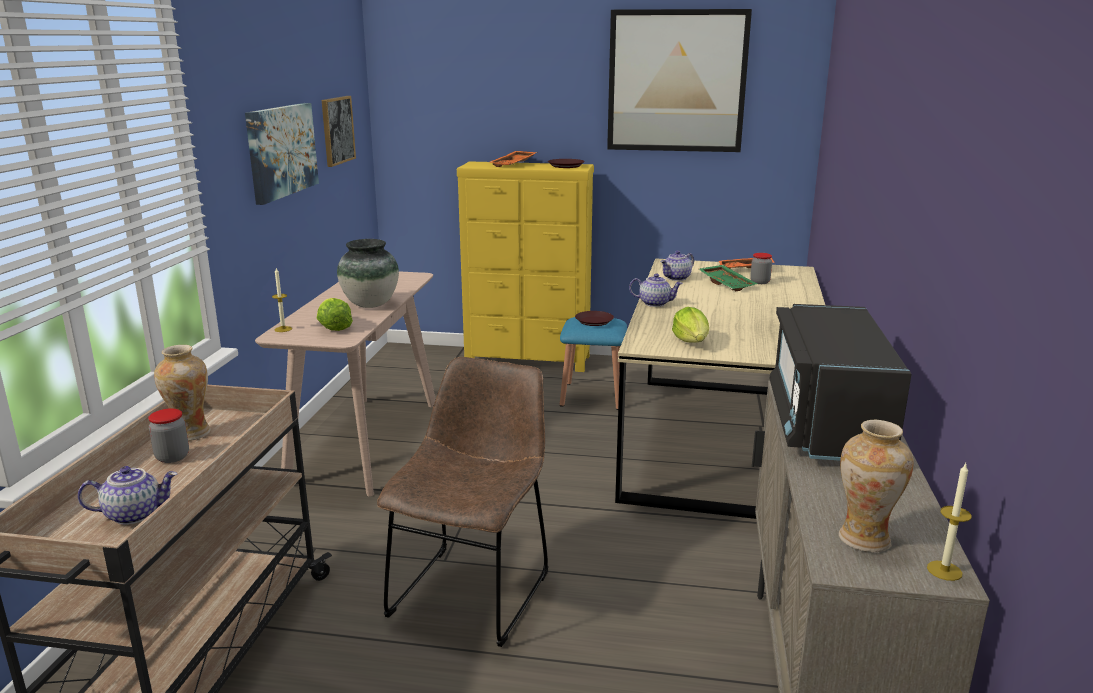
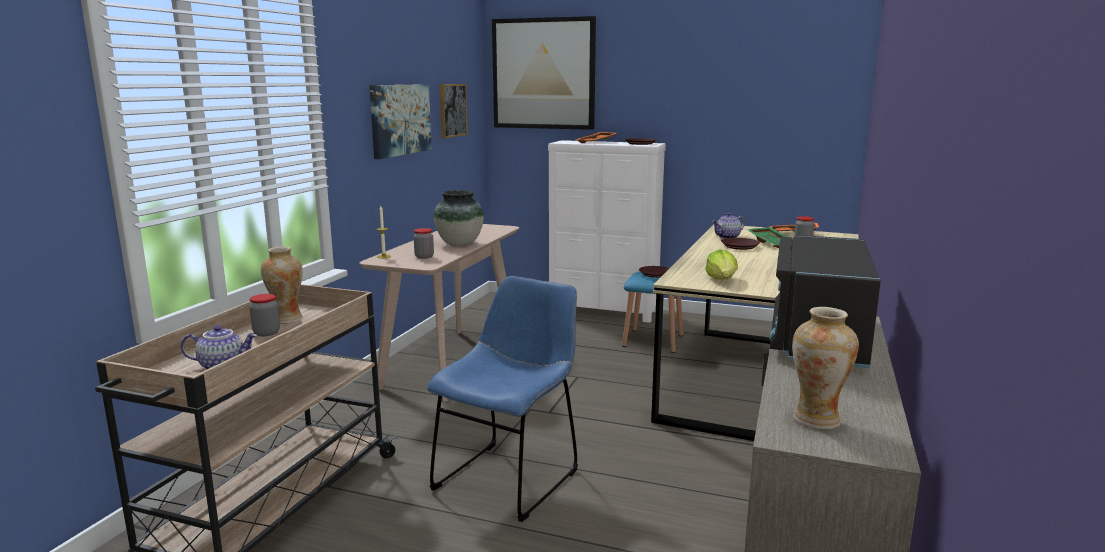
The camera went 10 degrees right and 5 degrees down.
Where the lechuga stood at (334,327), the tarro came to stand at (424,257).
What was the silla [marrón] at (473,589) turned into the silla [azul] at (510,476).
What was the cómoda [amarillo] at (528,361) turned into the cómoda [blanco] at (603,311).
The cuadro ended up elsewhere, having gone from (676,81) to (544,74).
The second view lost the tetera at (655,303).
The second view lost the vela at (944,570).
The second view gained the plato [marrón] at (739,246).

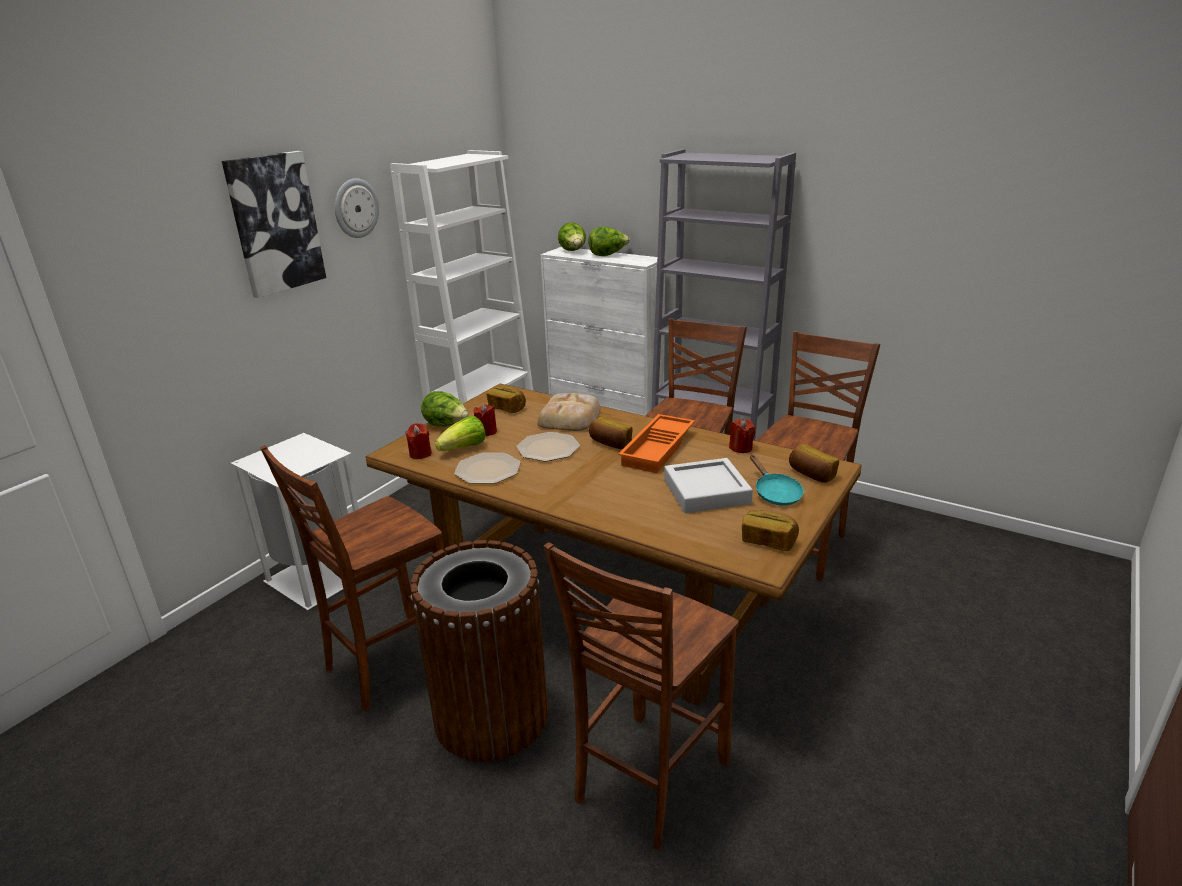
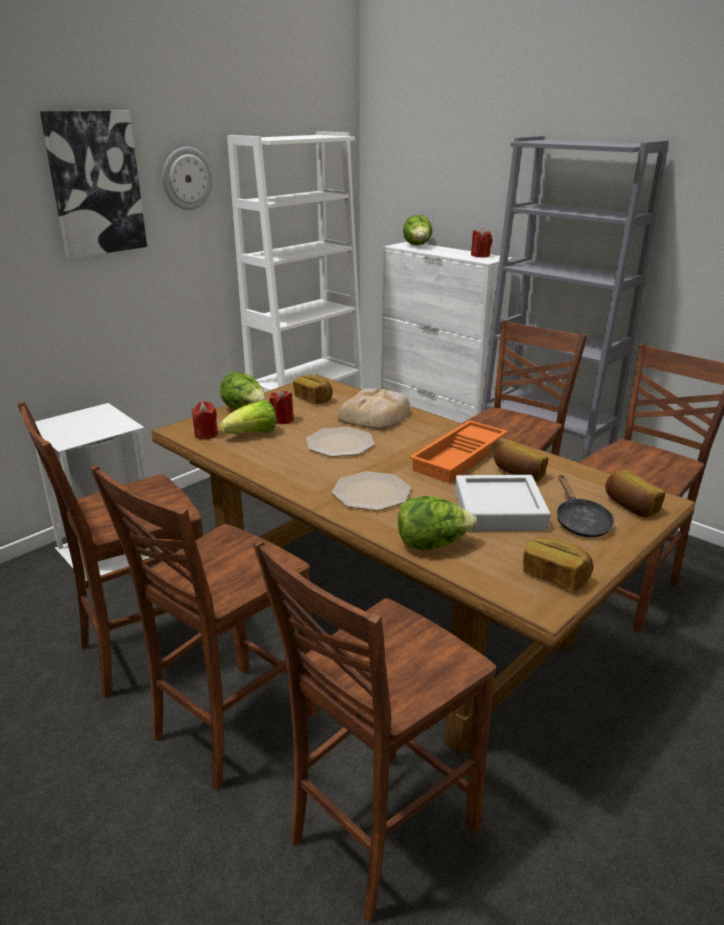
The camera went 10 degrees right and 0 degrees up.
Where the papelera [marrón] stood at (491,716), the silla [marrón] came to stand at (230,725).
The plato ended up elsewhere, having gone from (488,469) to (371,492).
The lechuga ended up elsewhere, having gone from (608,255) to (432,544).
The pan ended up elsewhere, having gone from (610,443) to (518,474).
The vela [rojo] ended up elsewhere, having gone from (741,448) to (480,255).
What was the sartén [turquesa] at (775,493) turned into the sartén [negro] at (580,522).

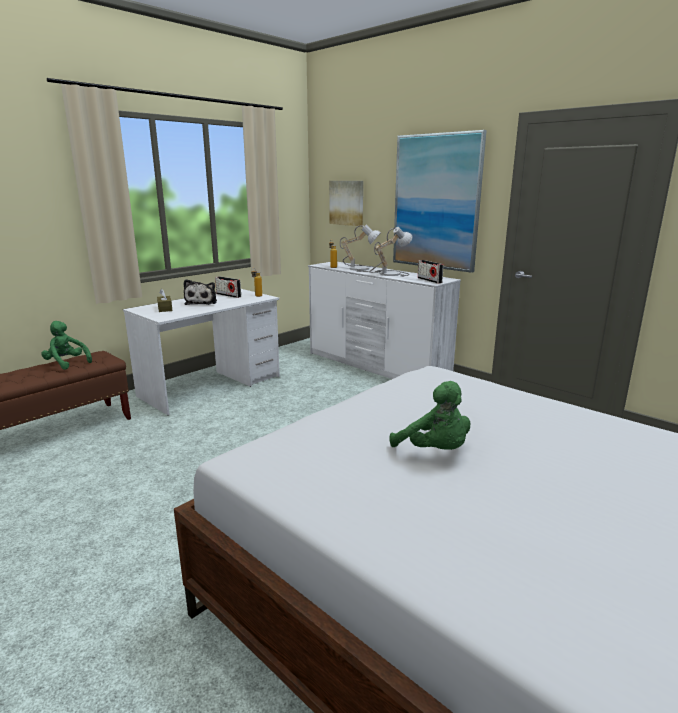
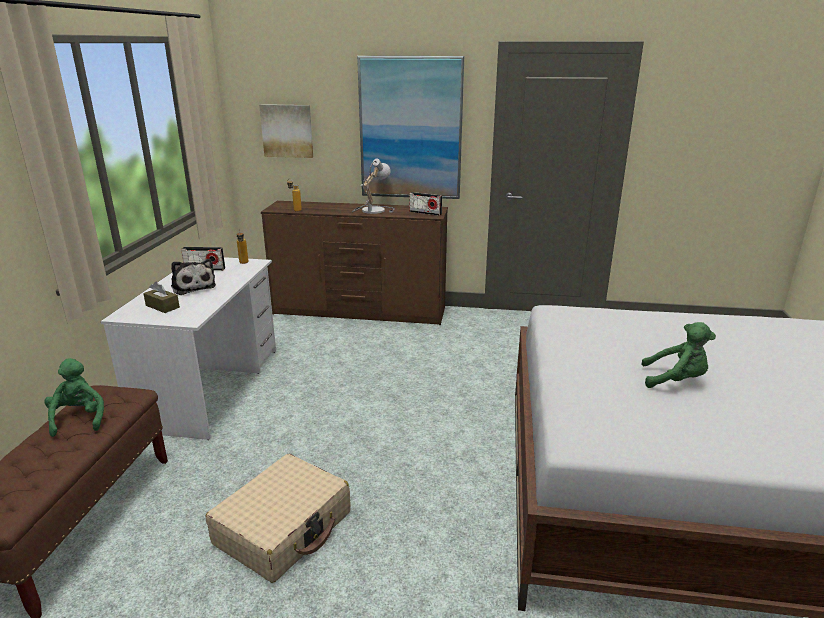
The camera went 35 degrees left and 5 degrees up.
The peluche [verde] at (67,363) ended up facing another way, 75 degrees clockwise from before.
What was the cómoda [blanco] at (376,366) turned into the cómoda [marrón] at (360,311).
The second view lost the lámpara de mesa at (361,268).
The second view gained the maleta [beis] at (284,528).

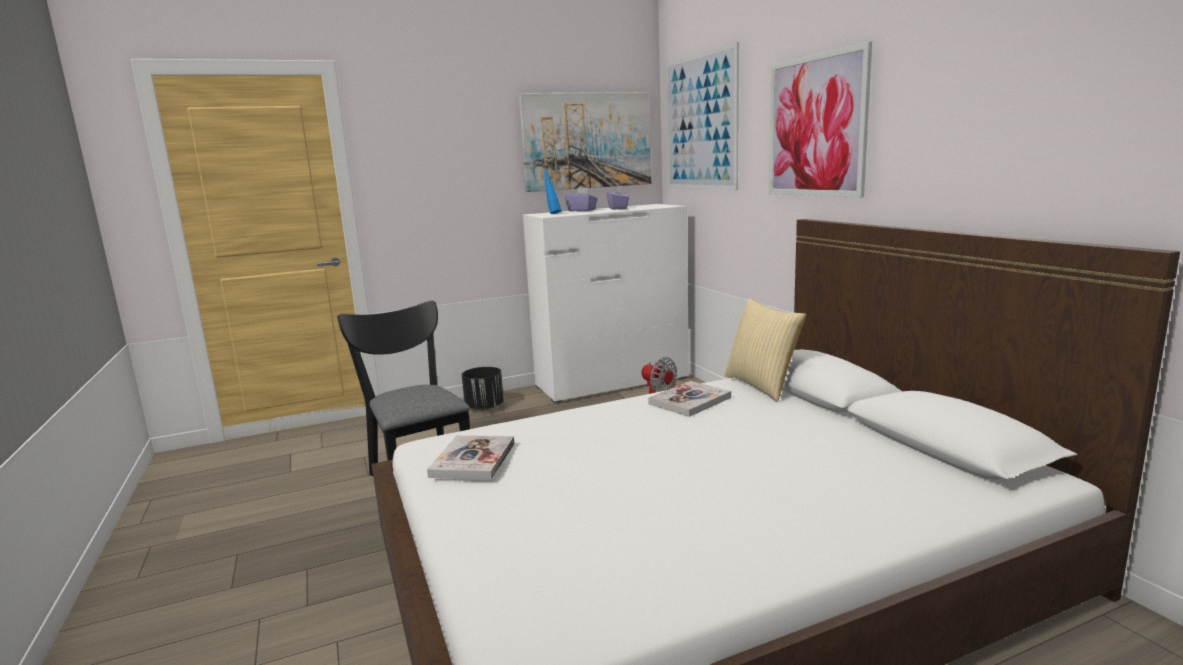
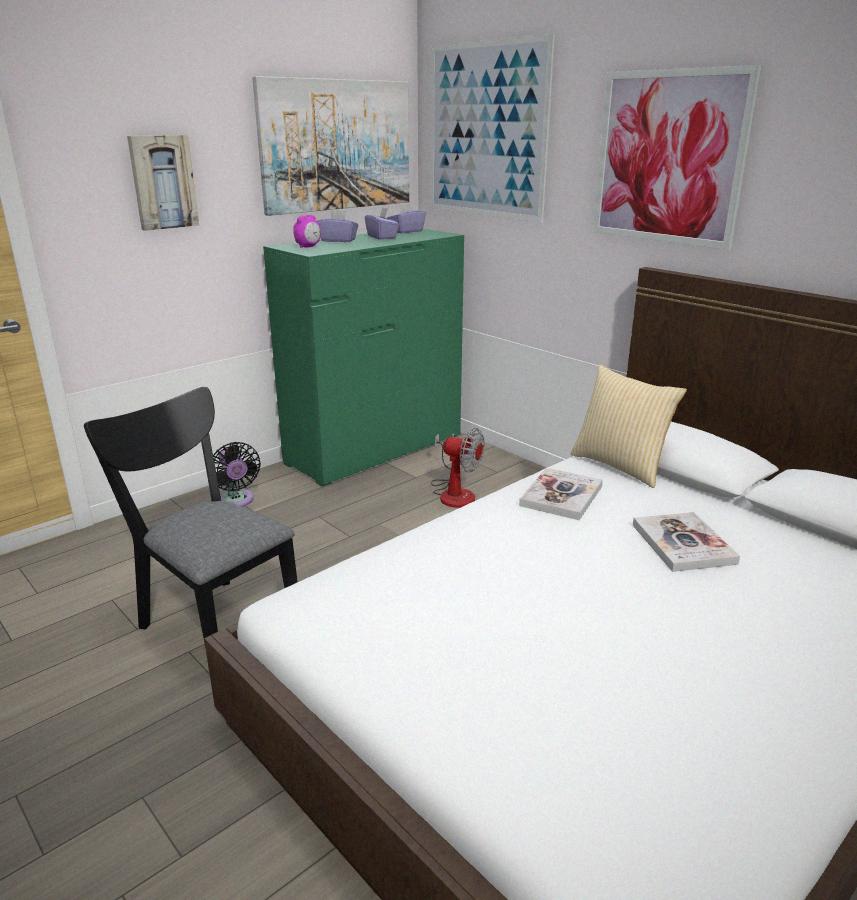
The camera went 20 degrees left and 10 degrees up.
The libro ended up elsewhere, having gone from (473,460) to (683,544).
Where the maceta [negro] stood at (485,407), the ventilador [negro] came to stand at (235,501).
What was the cómoda [blanco] at (612,382) turned into the cómoda [verde] at (375,450).
Where the botella [azul] stood at (552,214), the despertador came to stand at (308,247).
The second view gained the cuadro at (162,182).
The second view gained the caja de pañuelos [morado] at (406,231).

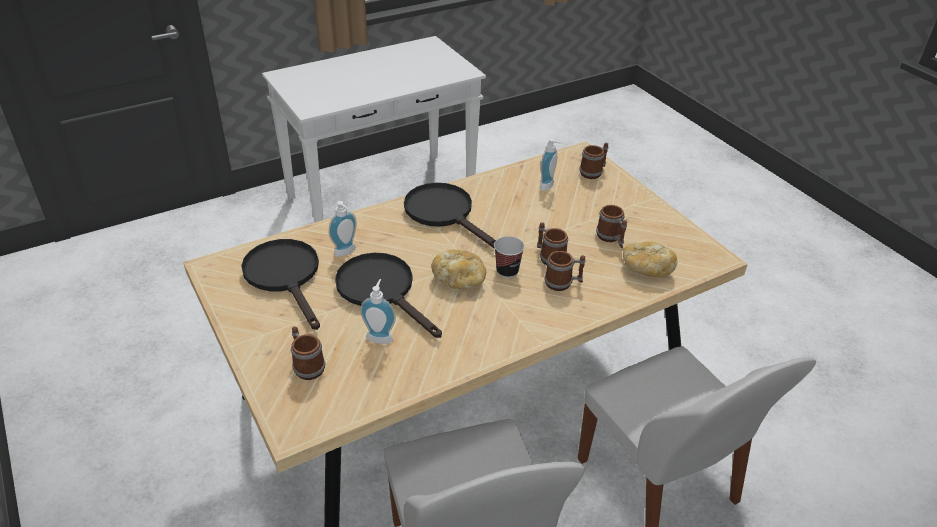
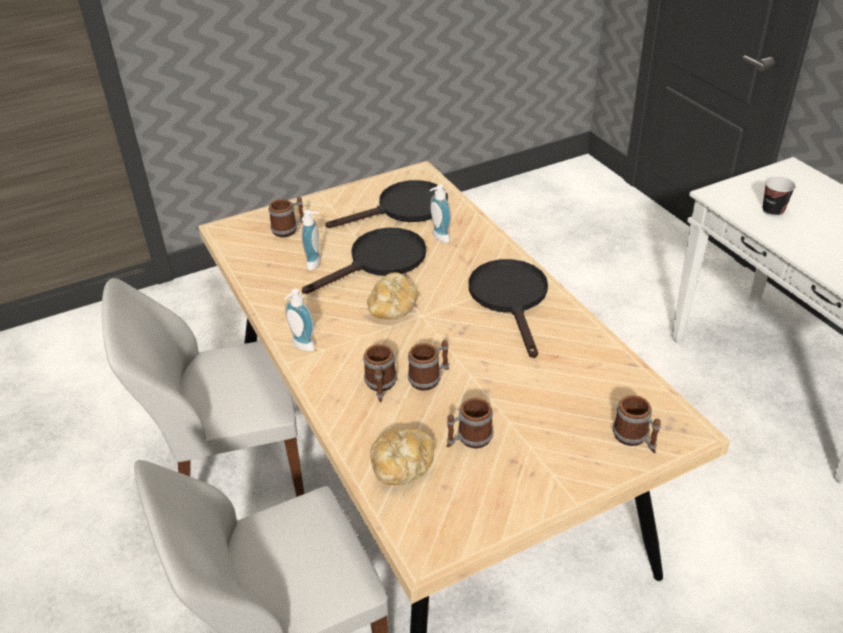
The camera went 95 degrees right and 0 degrees up.
The sartén [negro] at (445,214) ended up facing another way, 60 degrees counterclockwise from before.
The taza ended up elsewhere, having gone from (507,271) to (772,211).
The dispensador de jabón ended up elsewhere, having gone from (549,186) to (301,347).

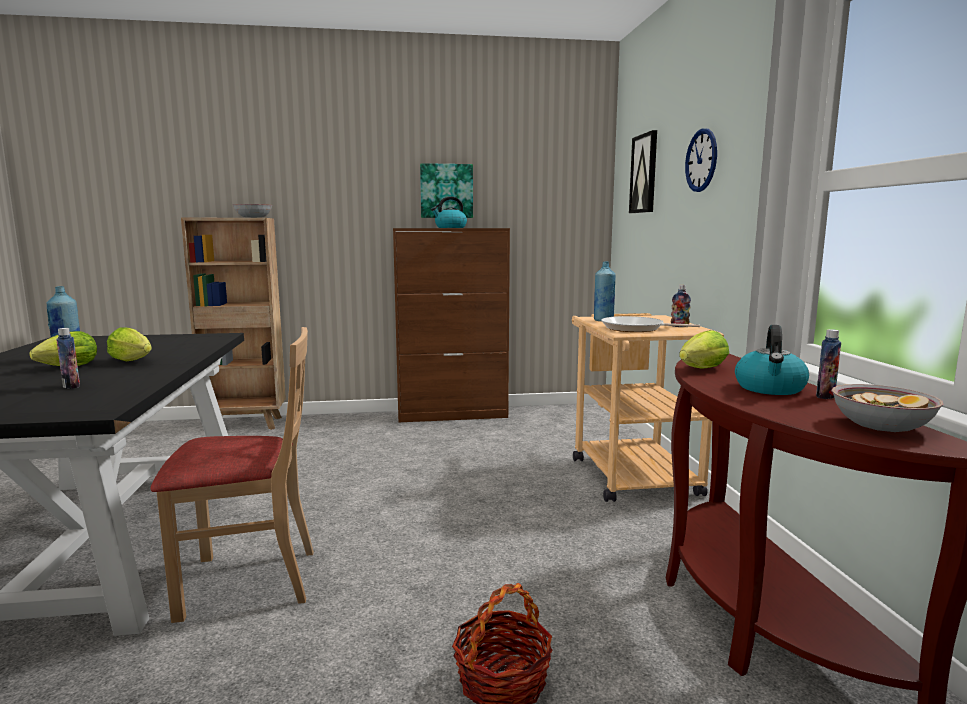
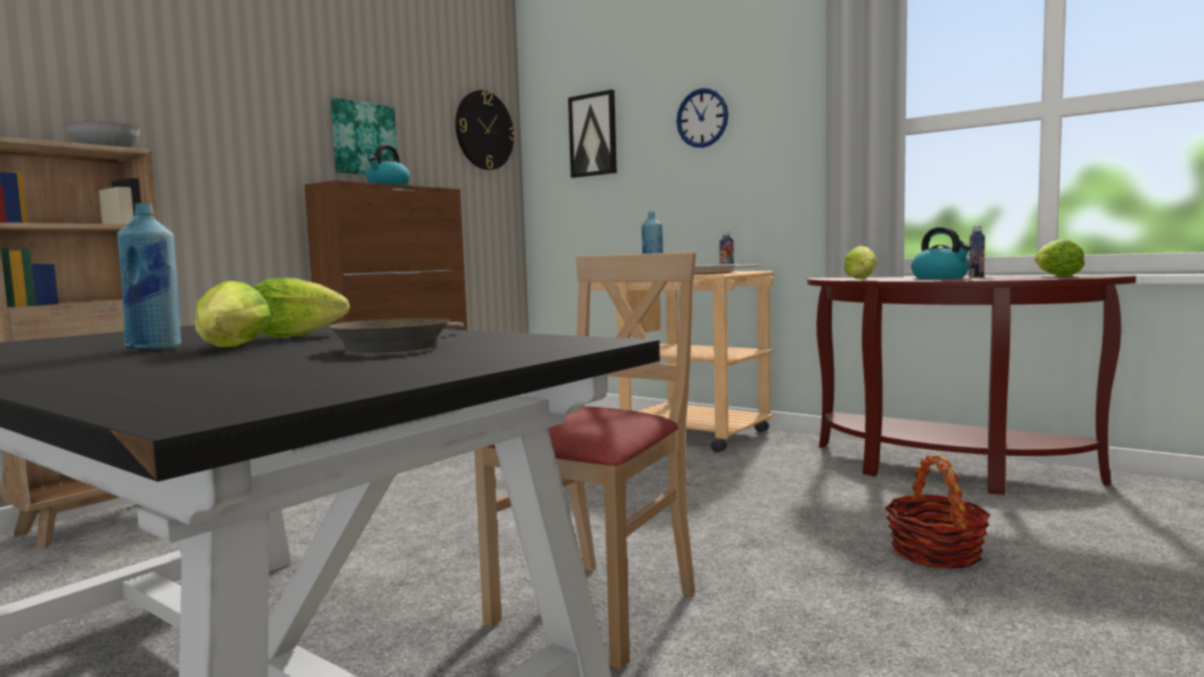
The camera went 45 degrees left and 5 degrees down.
Where the botella stood at (71,386), the sartén [marrón] came to stand at (398,346).
Where the cuenco stood at (881,425), the lechuga came to stand at (1054,276).
The second view gained the reloj de pared at (484,130).

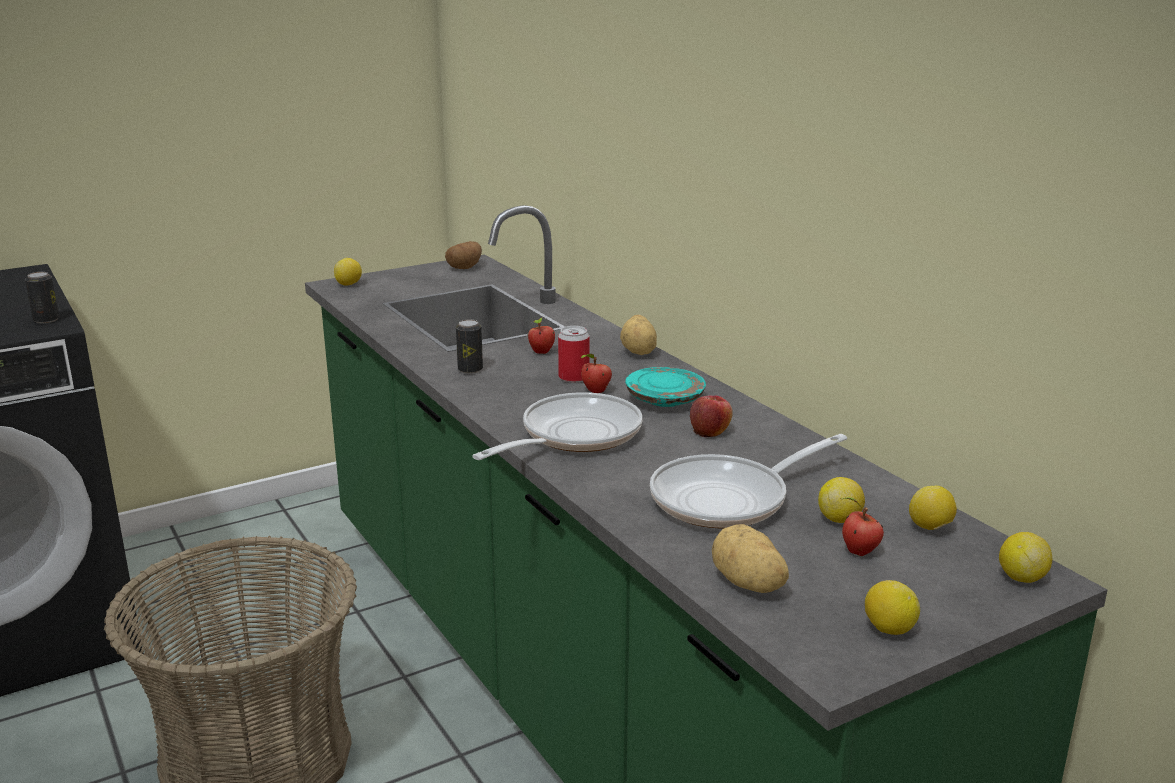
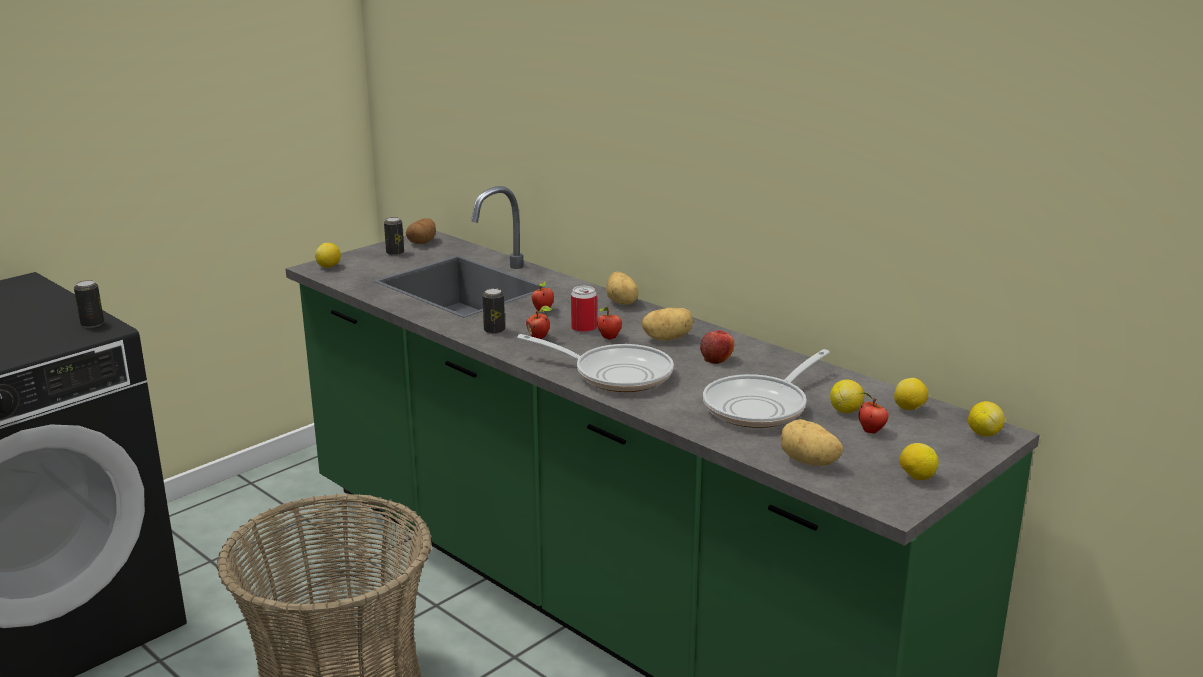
The camera went 15 degrees left and 0 degrees up.
The sartén at (573,436) ended up facing another way, 90 degrees clockwise from before.
Where the plato [turquesa] stood at (665,399), the patata came to stand at (667,338).
The second view gained the lata at (395,253).
The second view gained the manzana at (539,338).

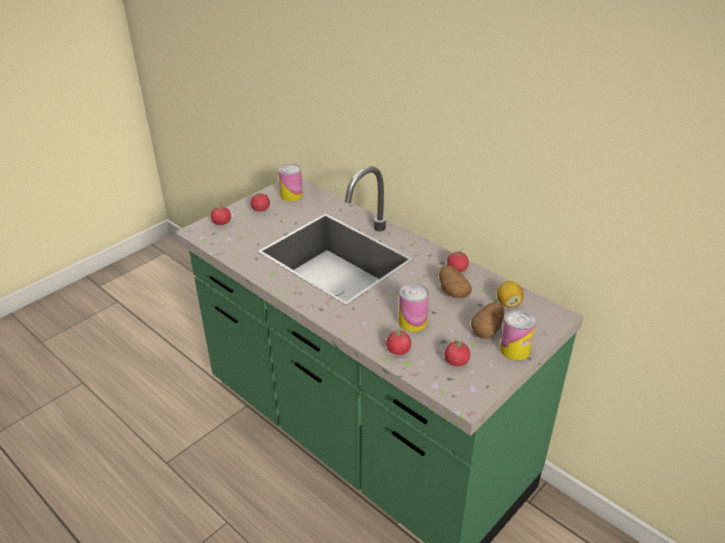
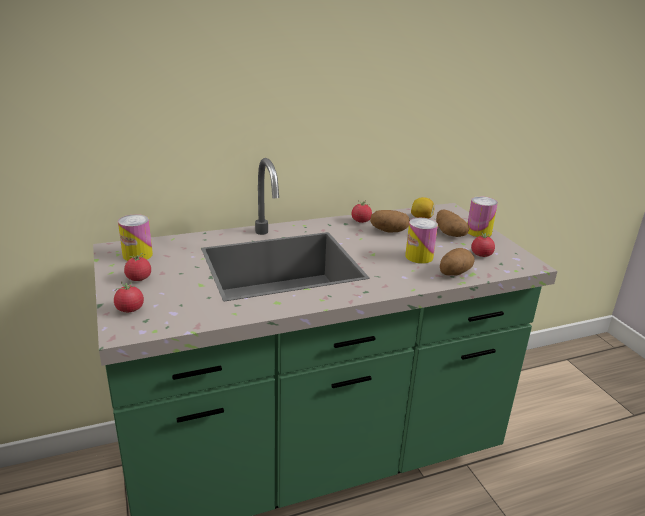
The camera went 65 degrees left and 10 degrees down.
Where the tomate stood at (398,350), the patata came to stand at (454,273).

